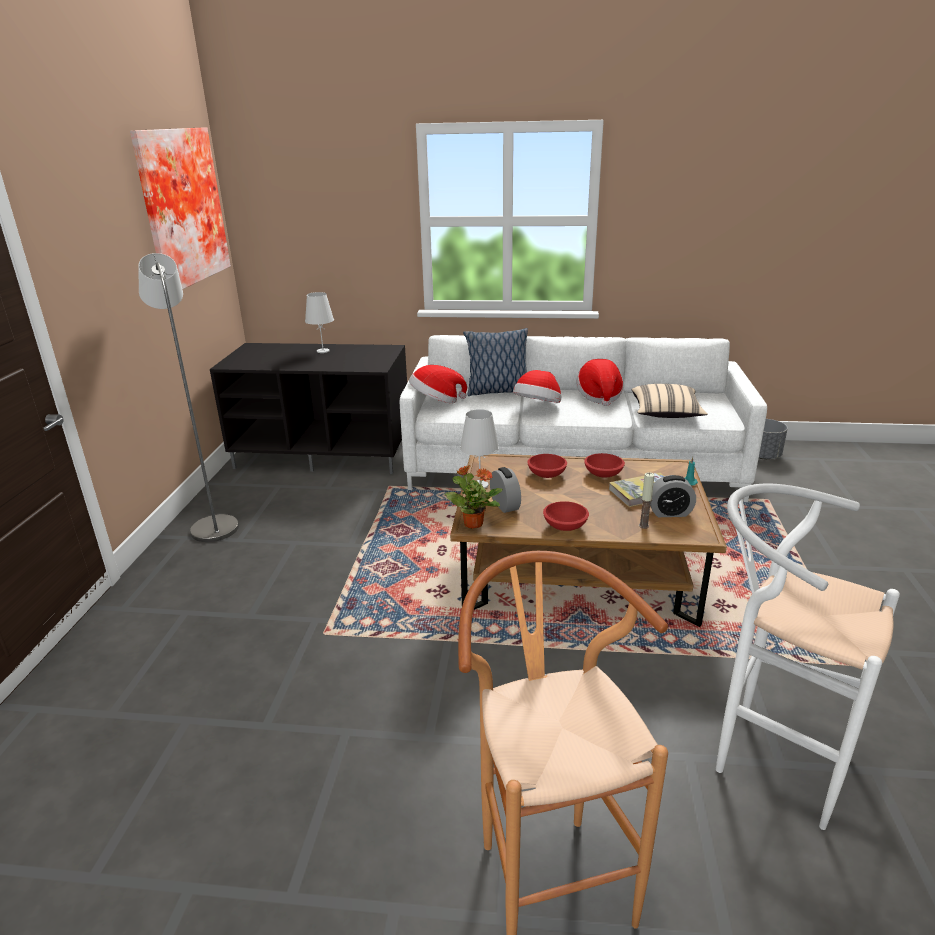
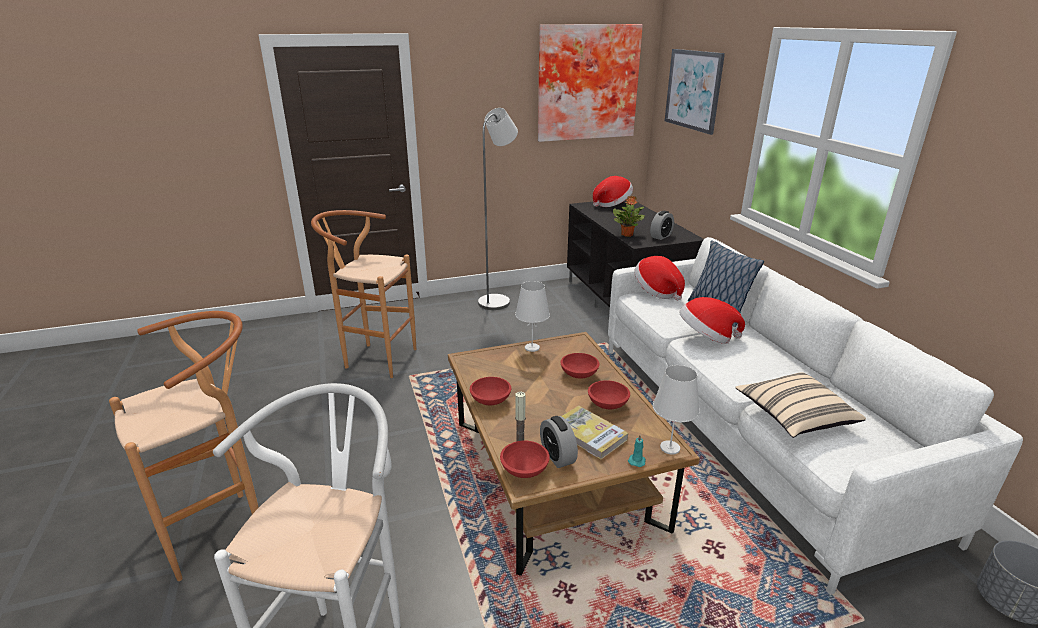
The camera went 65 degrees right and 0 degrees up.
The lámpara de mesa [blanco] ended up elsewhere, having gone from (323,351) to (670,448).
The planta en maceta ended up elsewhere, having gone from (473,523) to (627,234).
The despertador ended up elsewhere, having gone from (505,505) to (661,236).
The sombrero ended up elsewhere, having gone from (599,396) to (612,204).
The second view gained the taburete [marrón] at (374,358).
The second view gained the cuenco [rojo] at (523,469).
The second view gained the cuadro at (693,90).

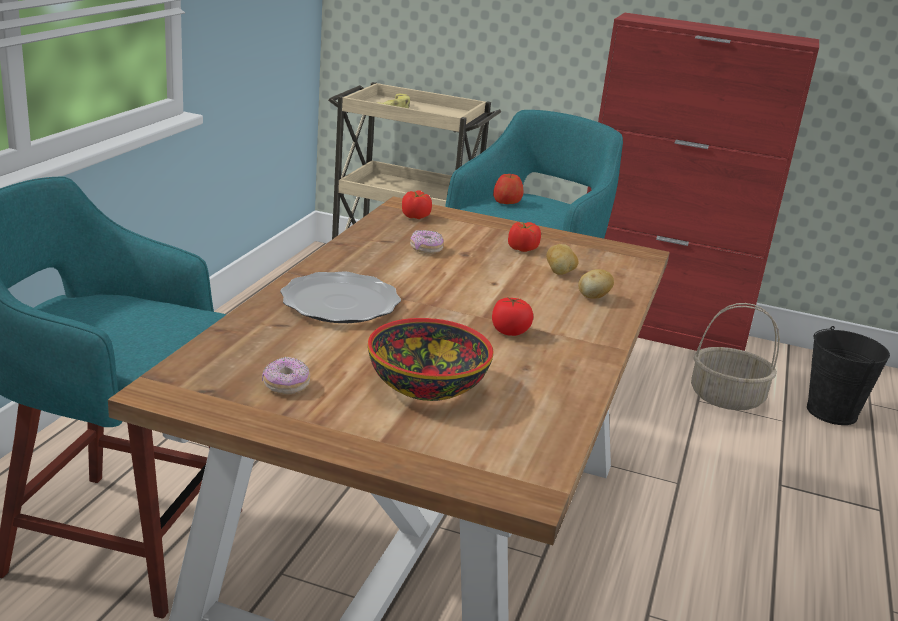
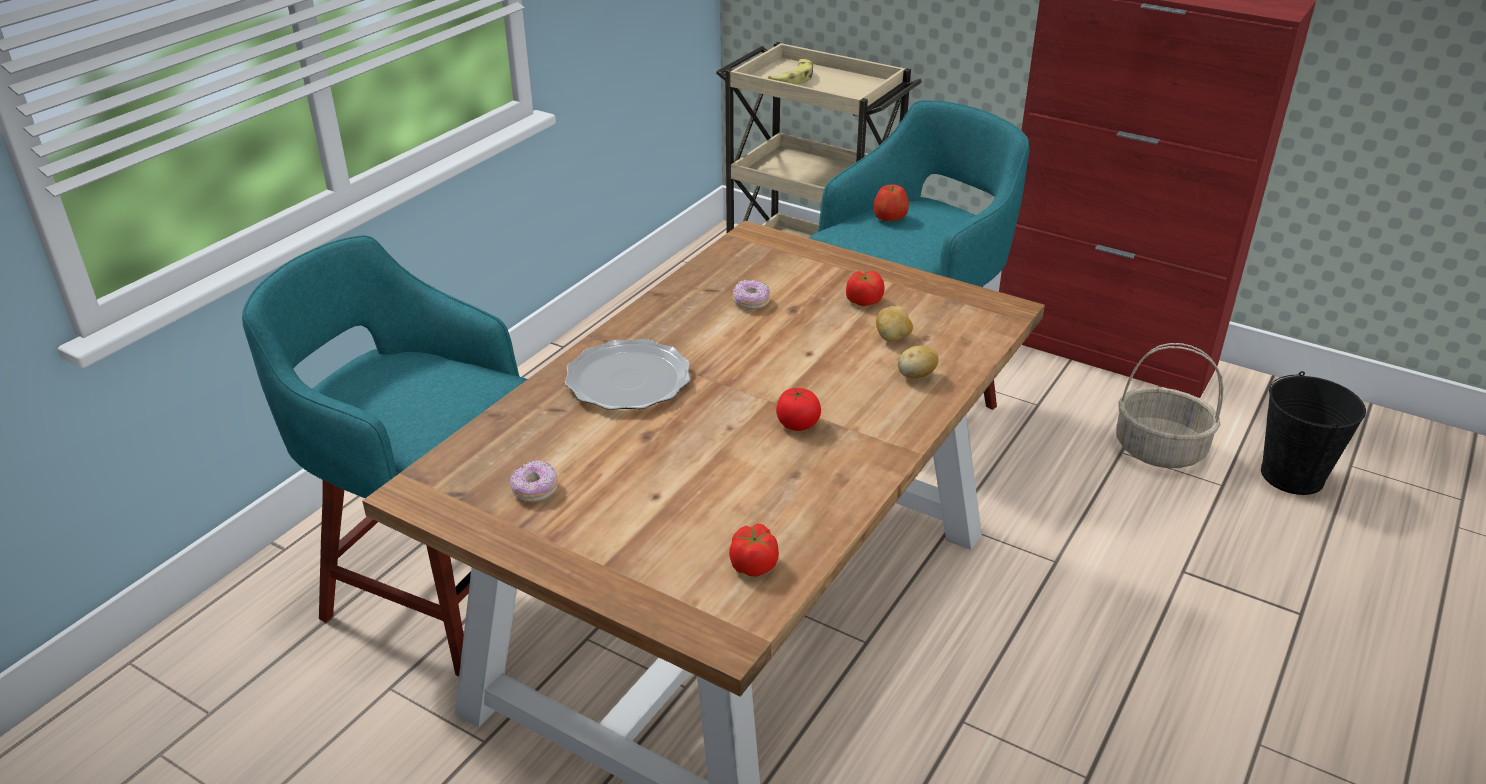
The camera went 15 degrees right and 10 degrees up.
The second view lost the cuenco at (428,385).
The tomate ended up elsewhere, having gone from (415,216) to (754,565).

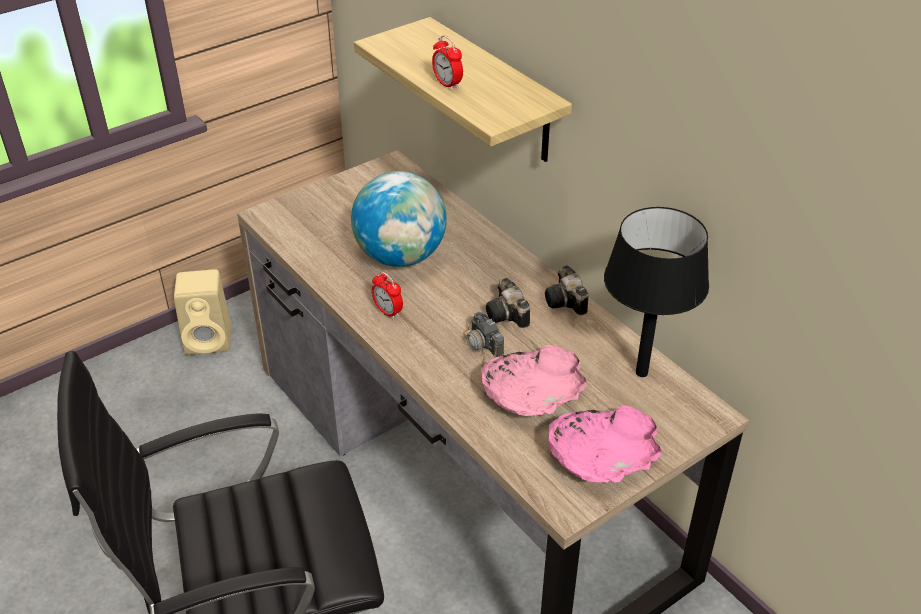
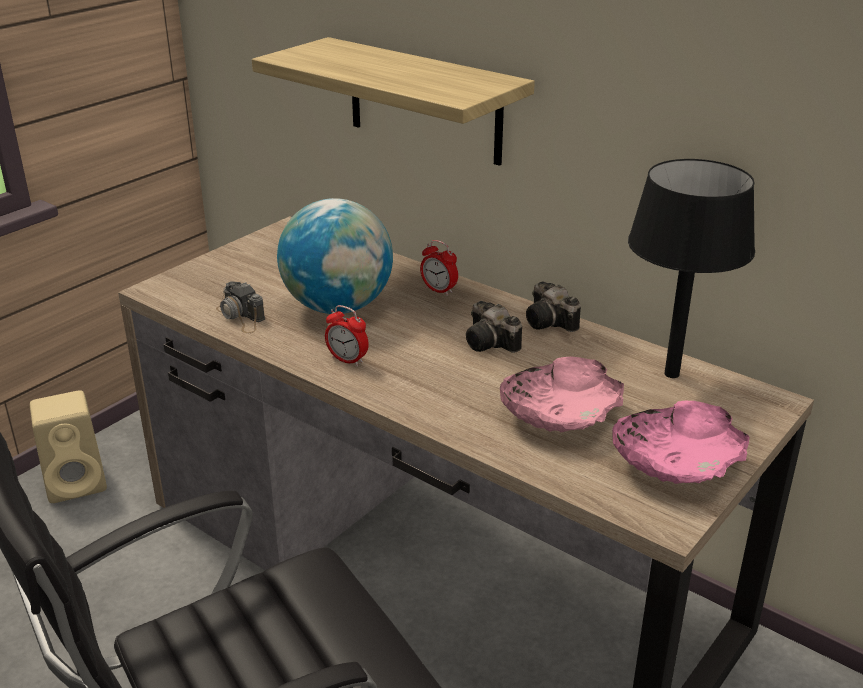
The camera went 15 degrees left and 10 degrees down.
The despertador ended up elsewhere, having gone from (447,84) to (439,290).
The cámara ended up elsewhere, having gone from (483,347) to (241,316).

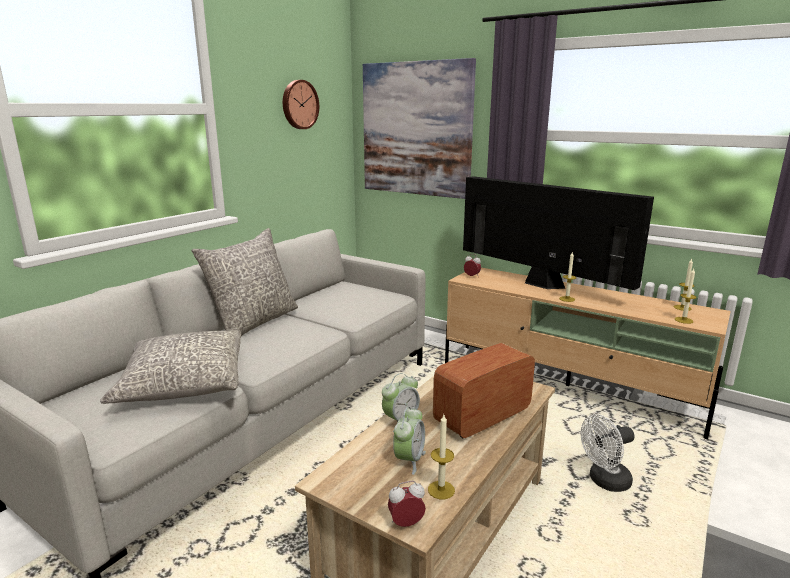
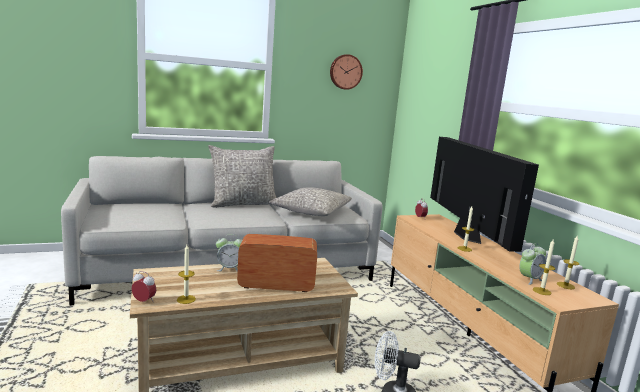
The camera went 35 degrees right and 5 degrees down.
The cojín [gris] ended up elsewhere, having gone from (183,381) to (311,211).
The second view lost the cuadro at (416,129).
The despertador ended up elsewhere, having gone from (409,460) to (529,279).

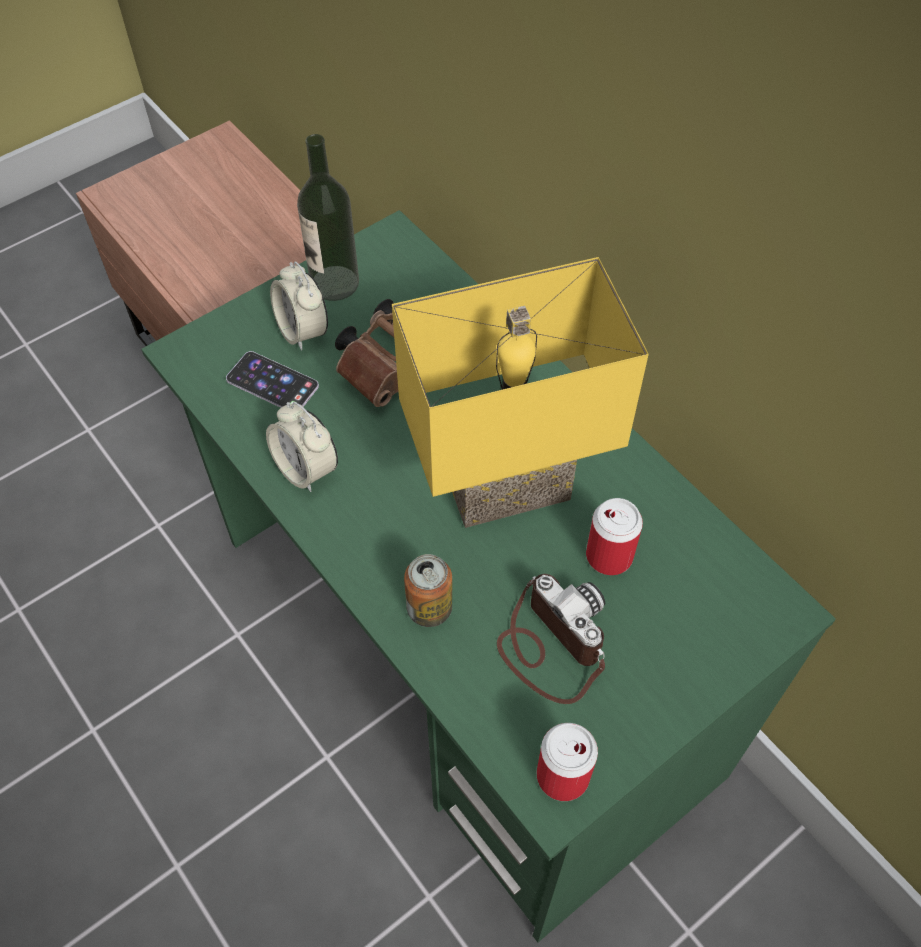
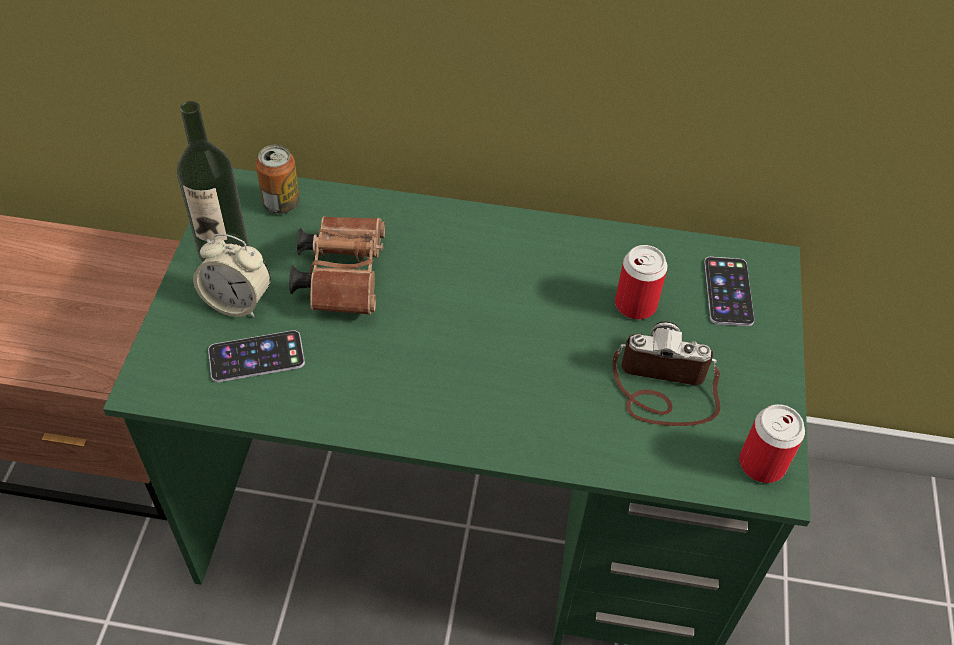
The camera went 45 degrees left and 5 degrees down.
The second view lost the despertador at (306,469).
The second view lost the lámpara de mesa [amarillo] at (507,491).
The lata ended up elsewhere, having gone from (429,608) to (281,203).
The second view gained the móvil at (728,291).

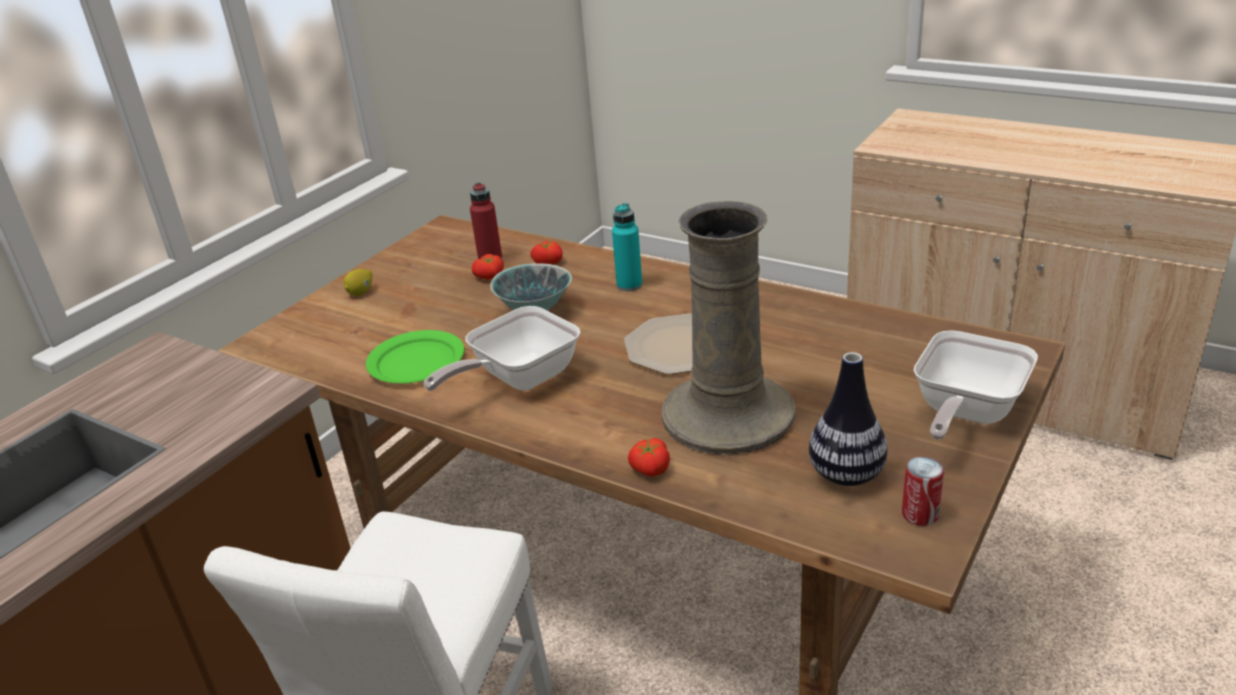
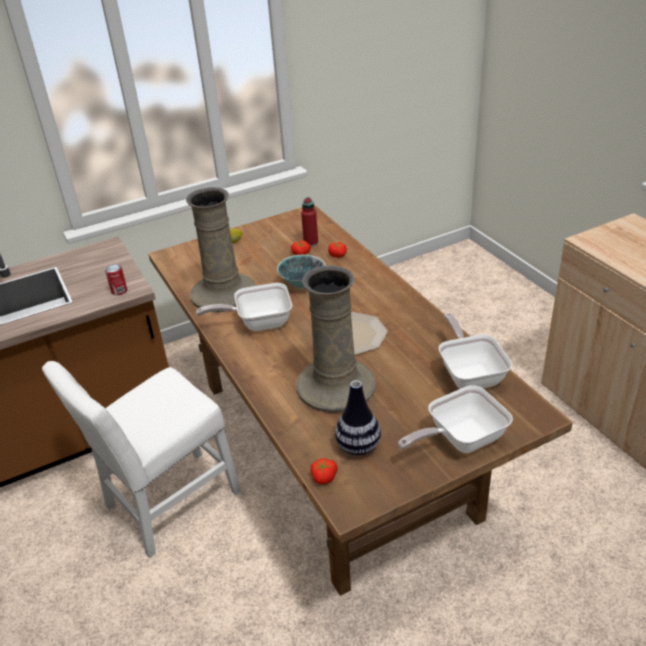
The camera went 30 degrees right and 5 degrees up.
Where the plato [verde] stood at (416,361), the florero [beis] came to stand at (223,293).
The second view lost the botella [turquesa] at (629,285).
The tomate ended up elsewhere, having gone from (649,469) to (323,477).
The lata ended up elsewhere, having gone from (920,514) to (119,291).
The second view gained the sartén at (470,374).

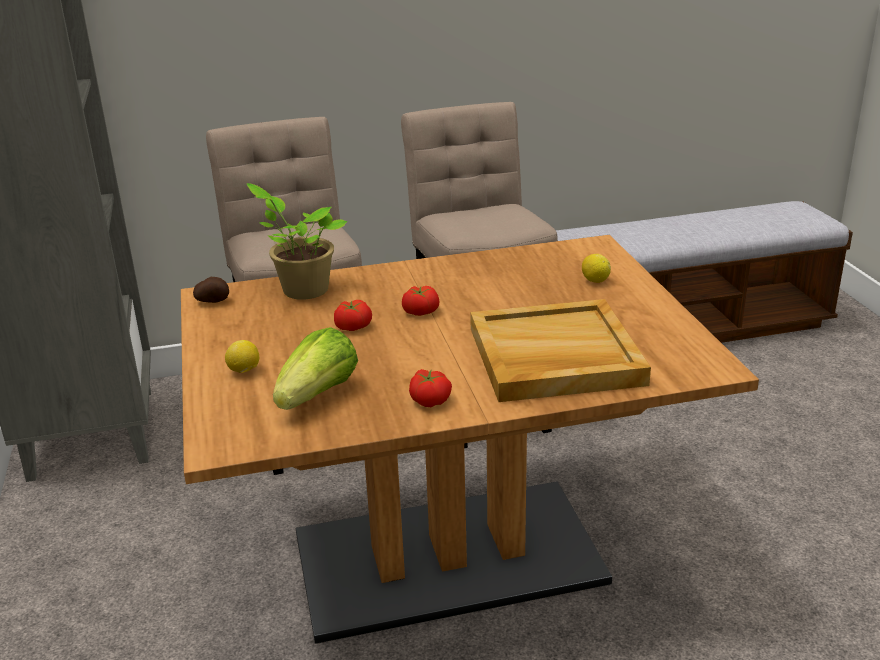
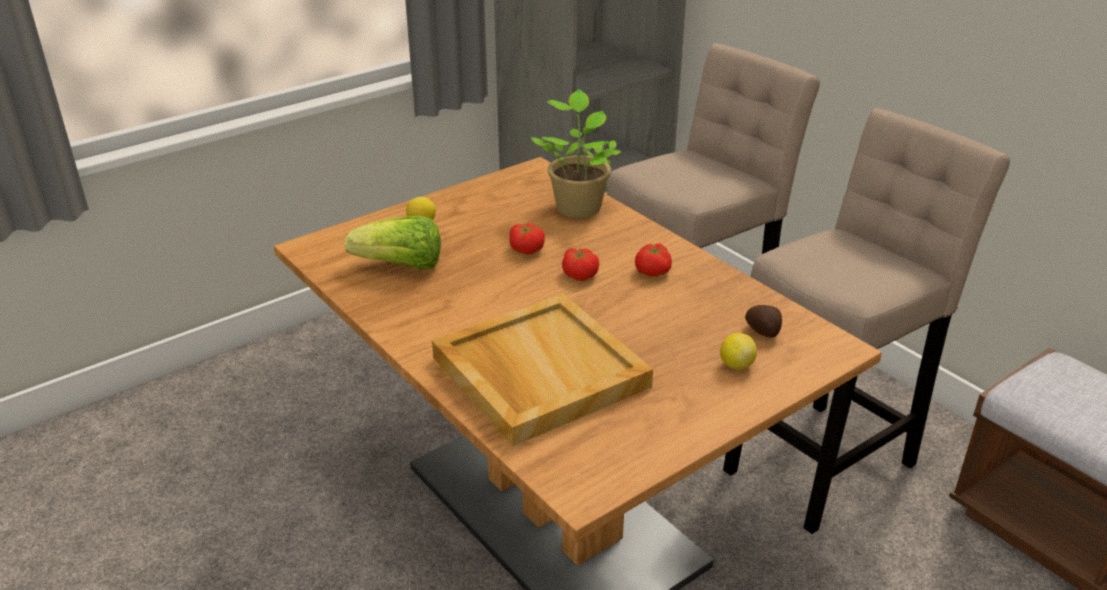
The camera went 65 degrees right and 5 degrees up.
The patata ended up elsewhere, having gone from (213,301) to (763,332).
The tomate ended up elsewhere, having gone from (430,400) to (653,271).

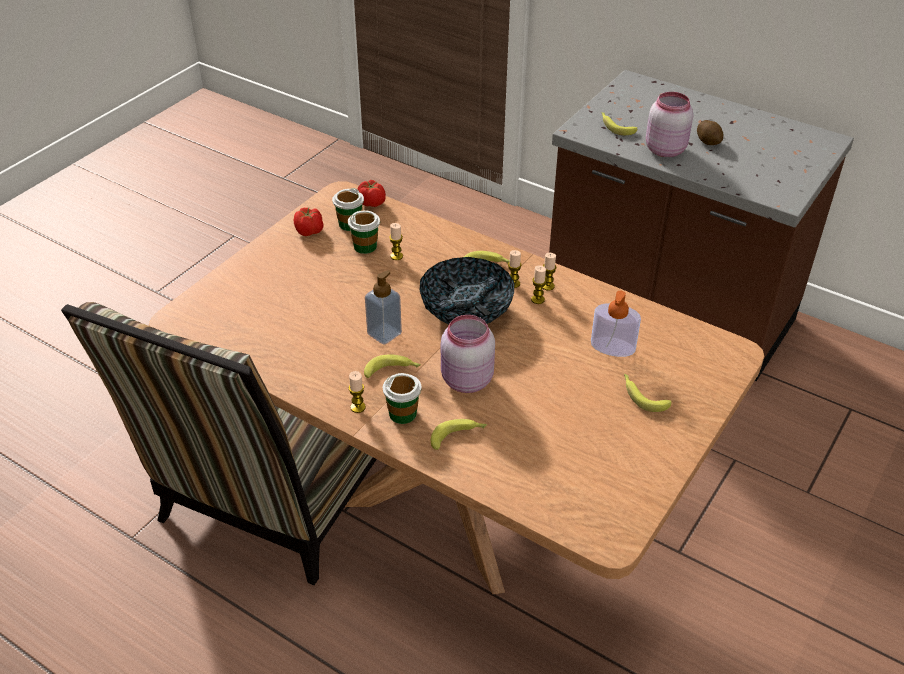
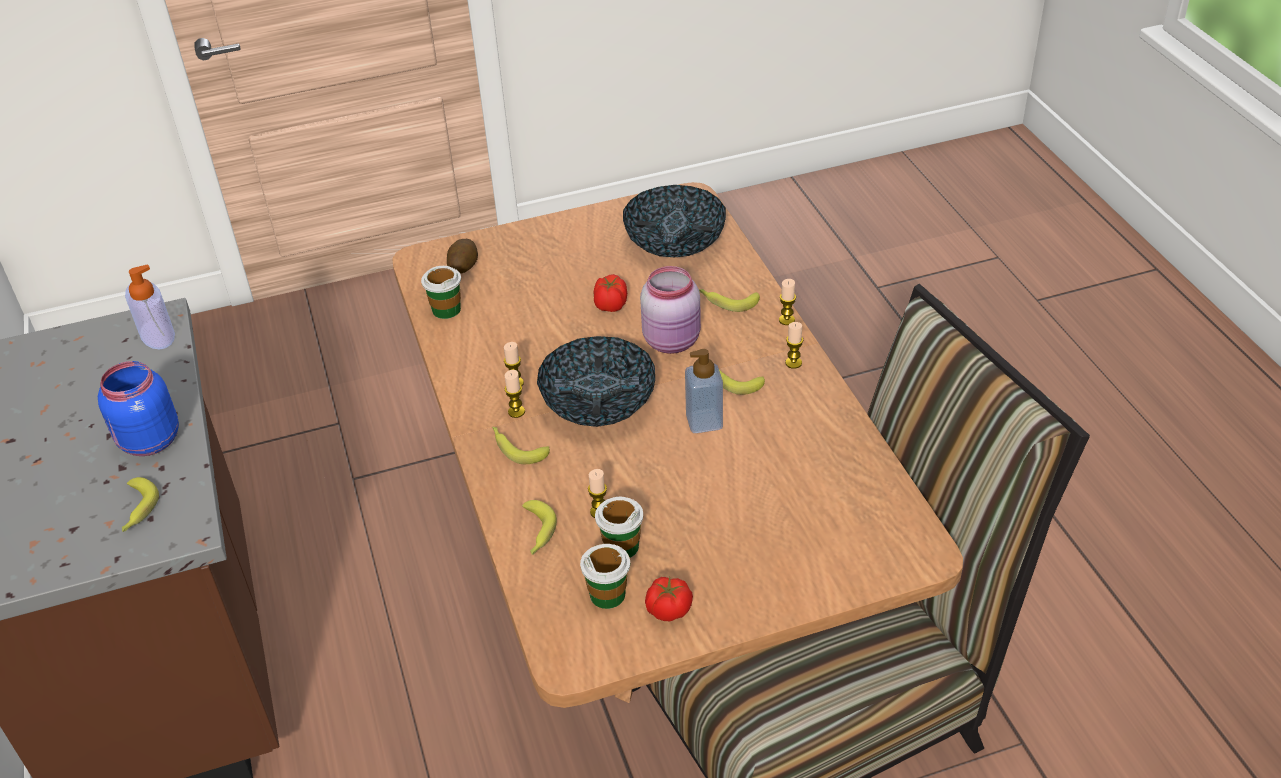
The camera went 140 degrees left and 0 degrees up.
The tomate ended up elsewhere, having gone from (372,203) to (610,305).
The taza ended up elsewhere, having gone from (403,413) to (446,309).
The vela ended up elsewhere, having gone from (547,286) to (786,320).
The dispensador de jabón ended up elsewhere, having gone from (612,347) to (157,335).
The plátano ended up elsewhere, having gone from (642,396) to (536,533).
What was the tarro [rosa] at (665,149) turned into the tarro [azul] at (148,442).
The patata ended up elsewhere, having gone from (708,141) to (463,266).
The second view gained the cuenco at (674,243).

